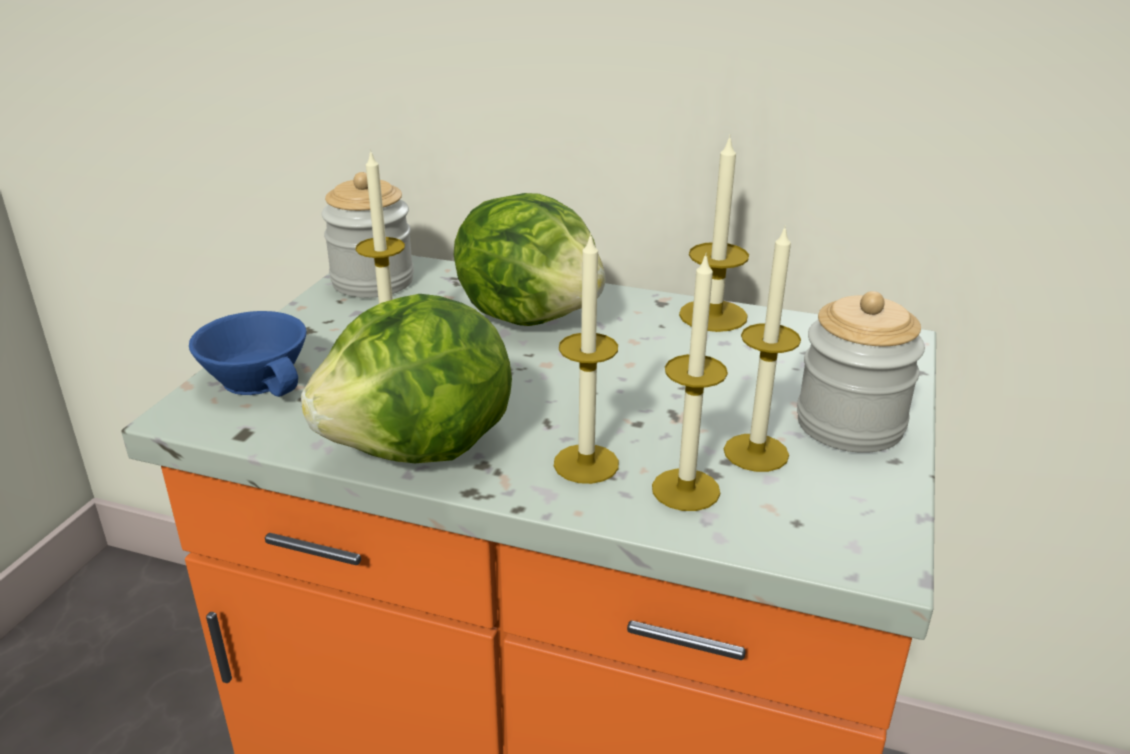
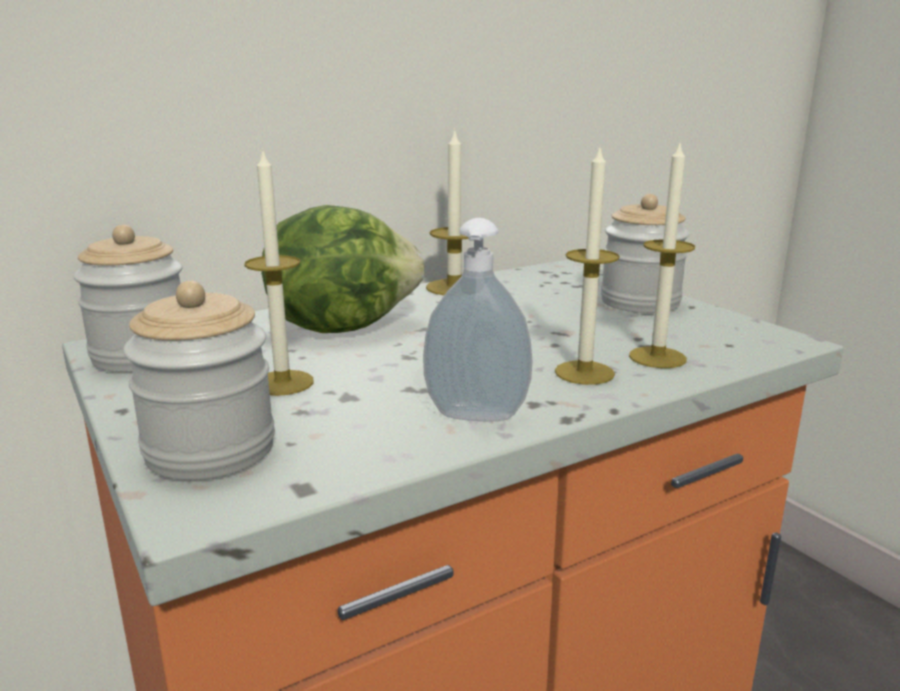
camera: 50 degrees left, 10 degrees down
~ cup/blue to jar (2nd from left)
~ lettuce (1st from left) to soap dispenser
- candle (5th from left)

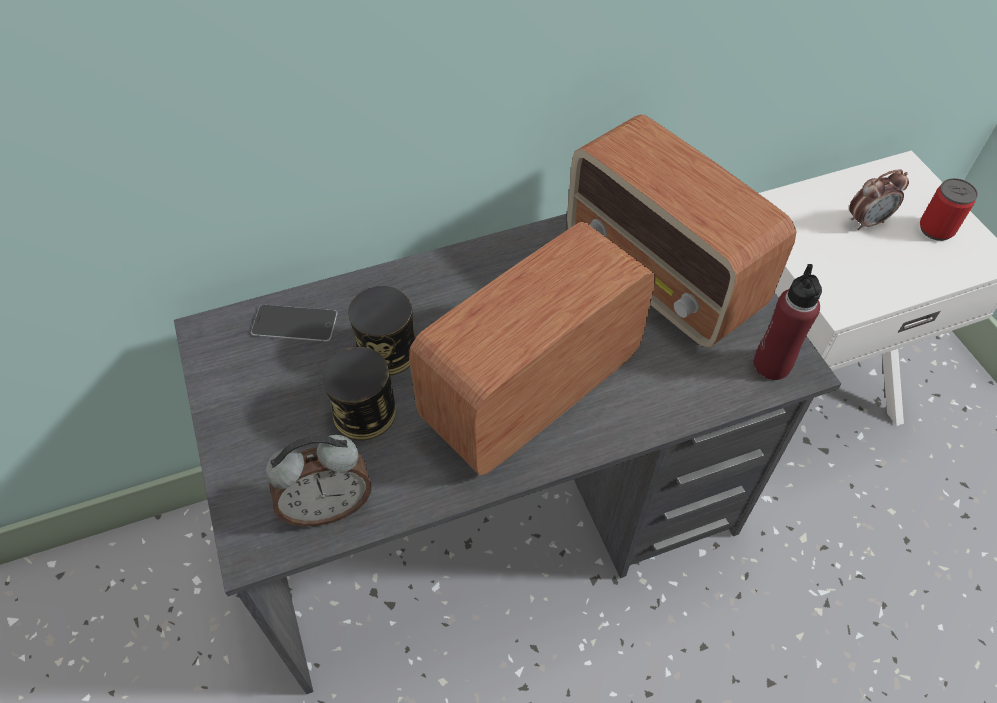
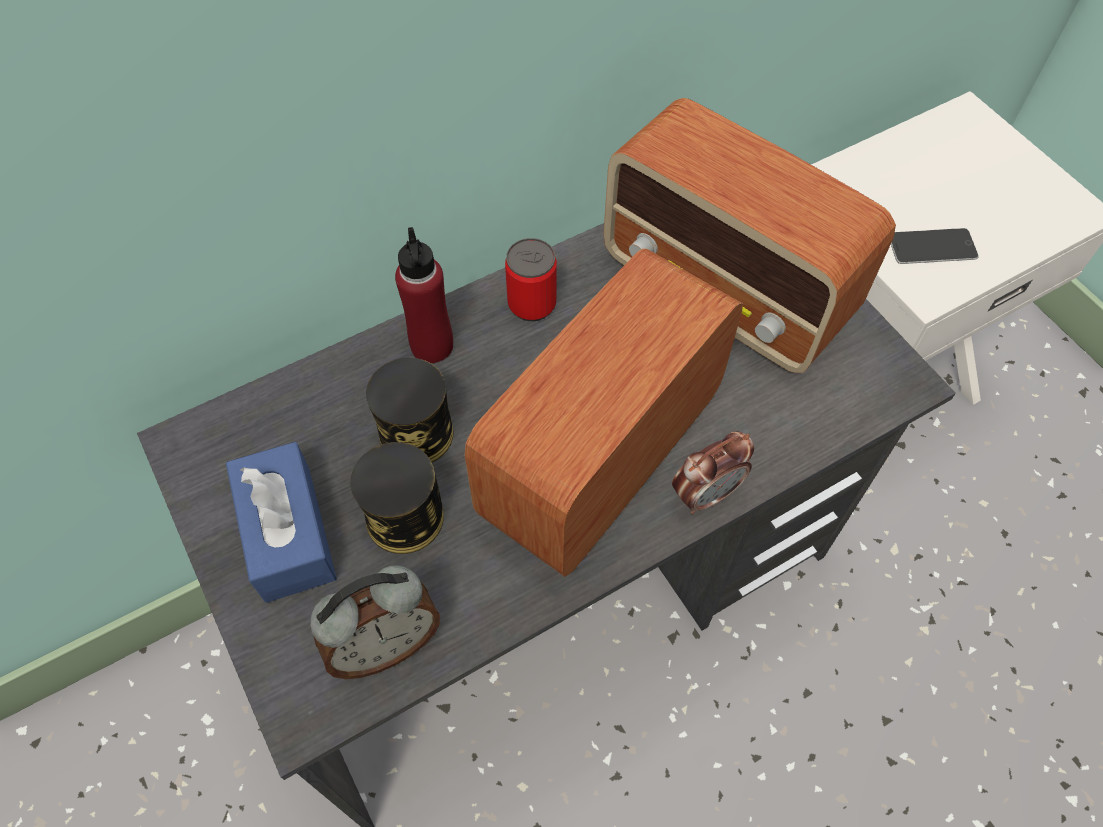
camera: 10 degrees left, 5 degrees up
+ tissue box/blue
~ bottle/red
~ can (3rd from left)
~ alarm clock (2nd from left)
~ phone

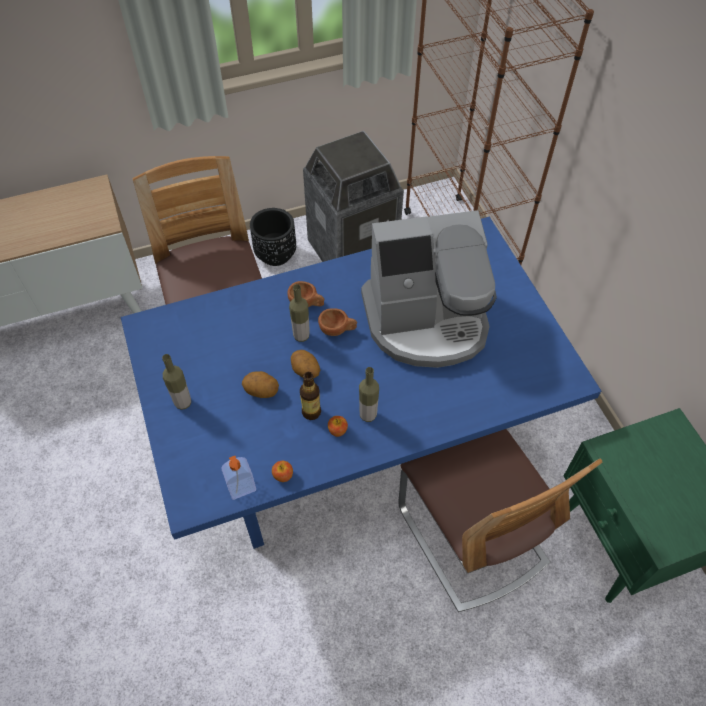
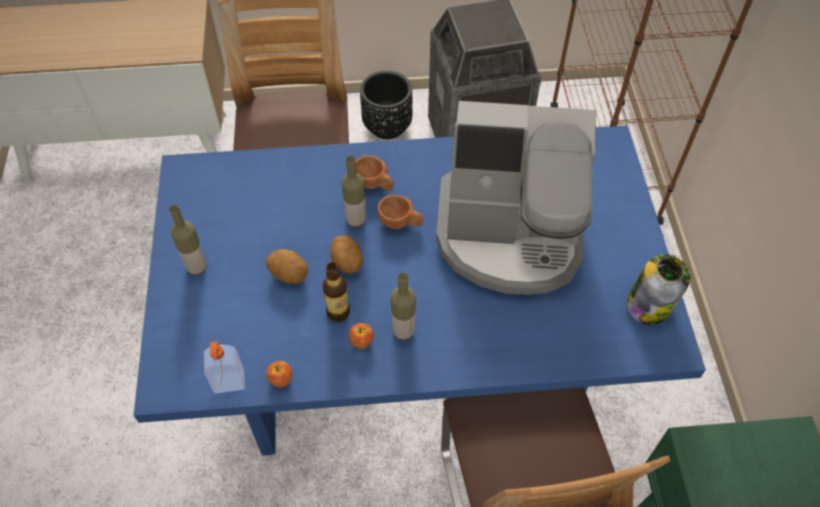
camera: 15 degrees right, 0 degrees up
+ jar

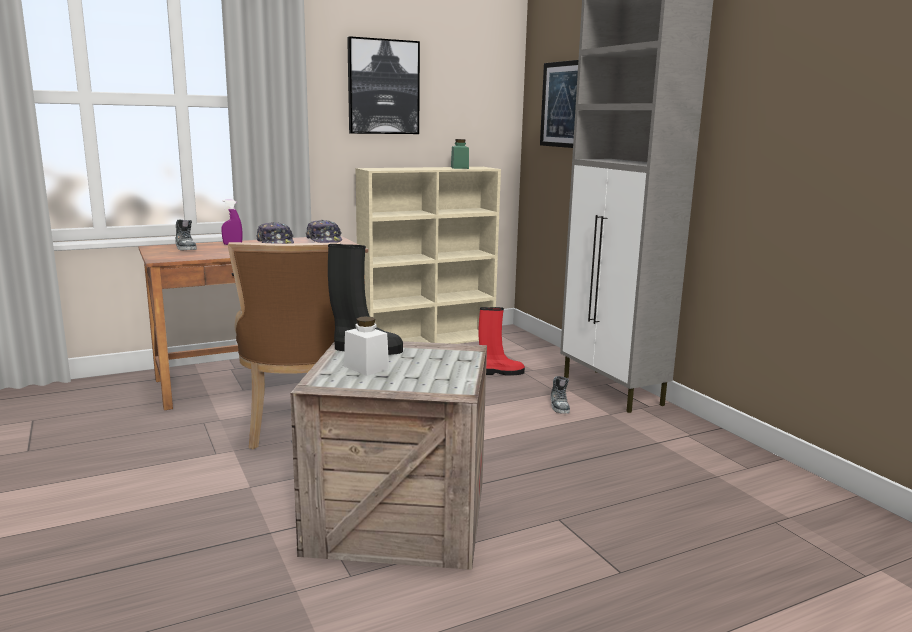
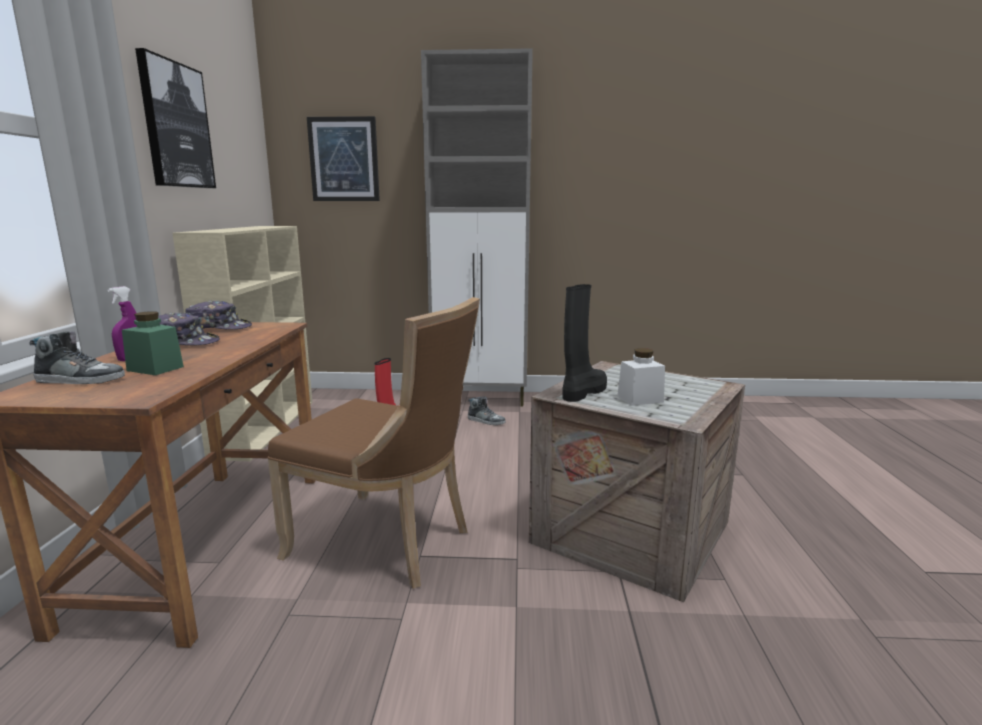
camera: 60 degrees left, 0 degrees up
~ jar/green

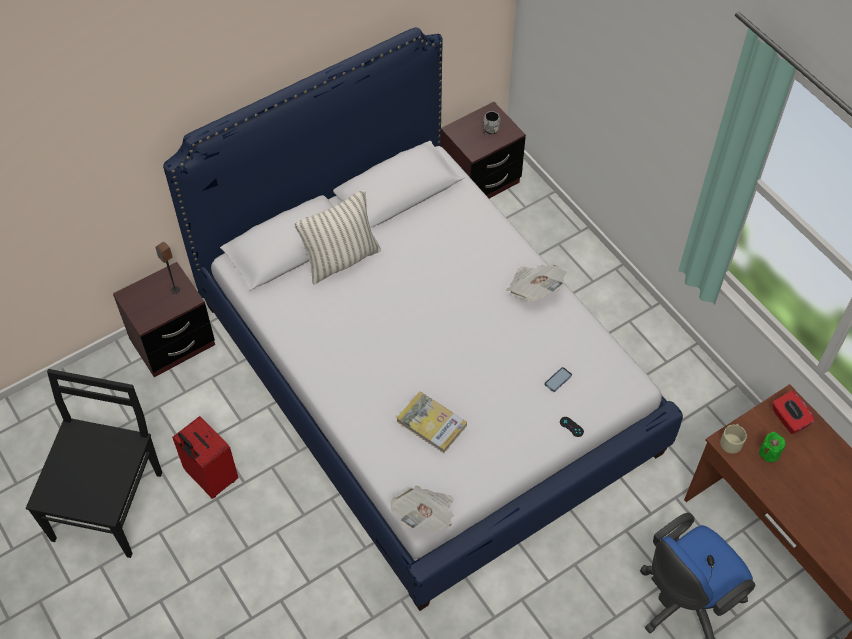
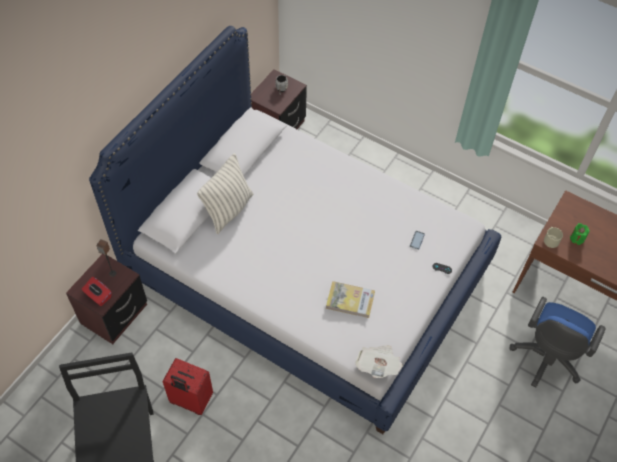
camera: 25 degrees left, 0 degrees up
~ tissue box/red
- newspaper (2nd from left)

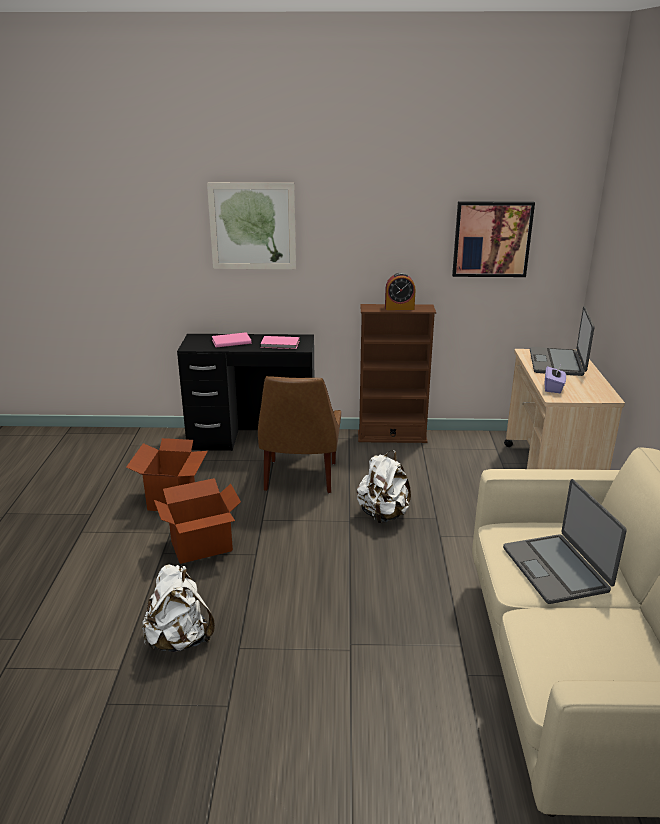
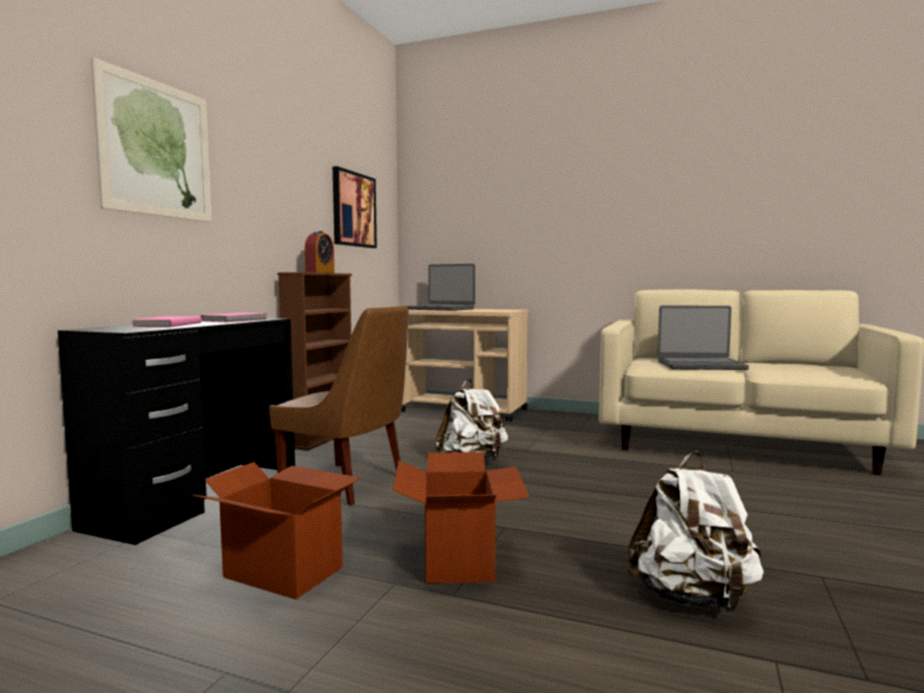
camera: 70 degrees left, 20 degrees down
- tissue box/purple

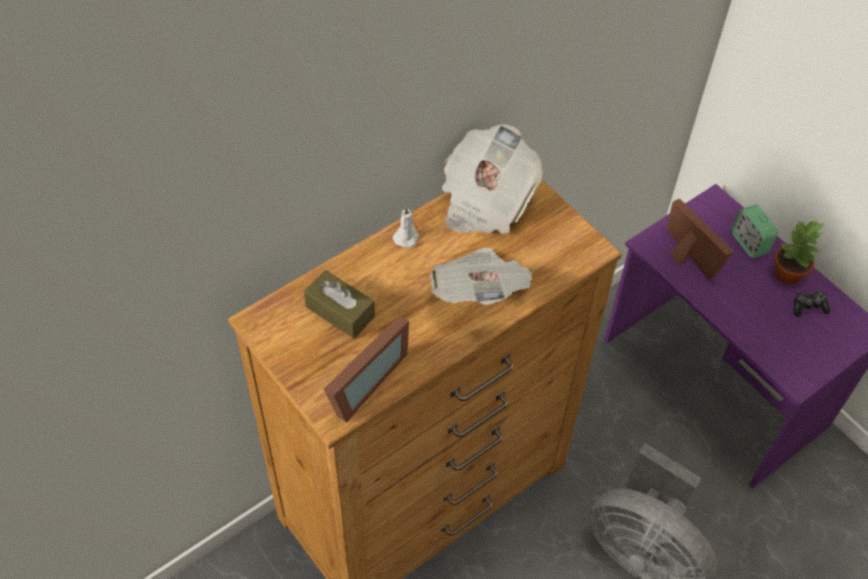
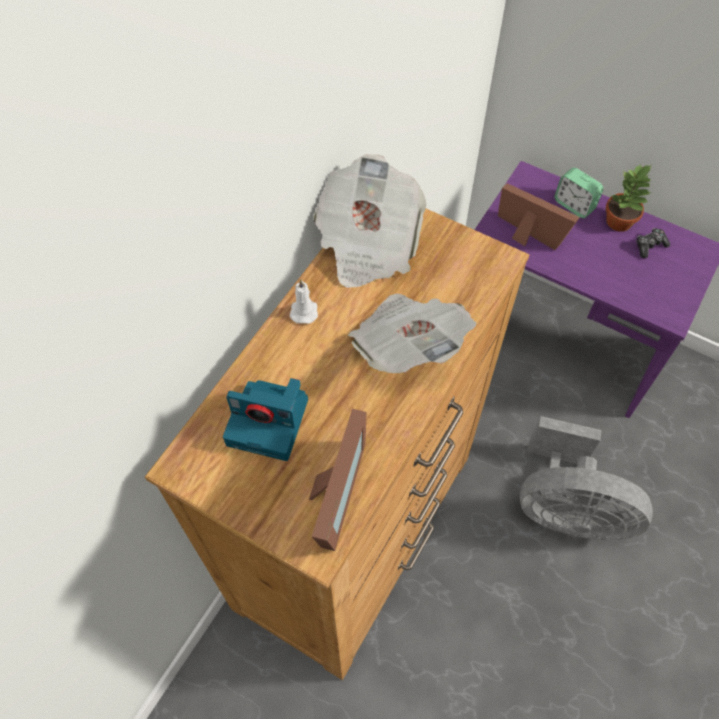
camera: 20 degrees left, 5 degrees up
~ tissue box/brown to photo camera

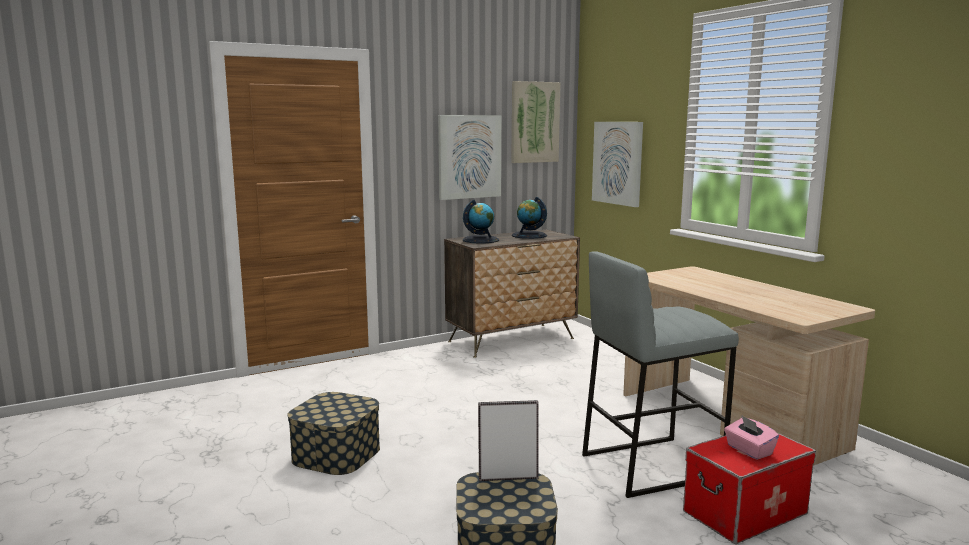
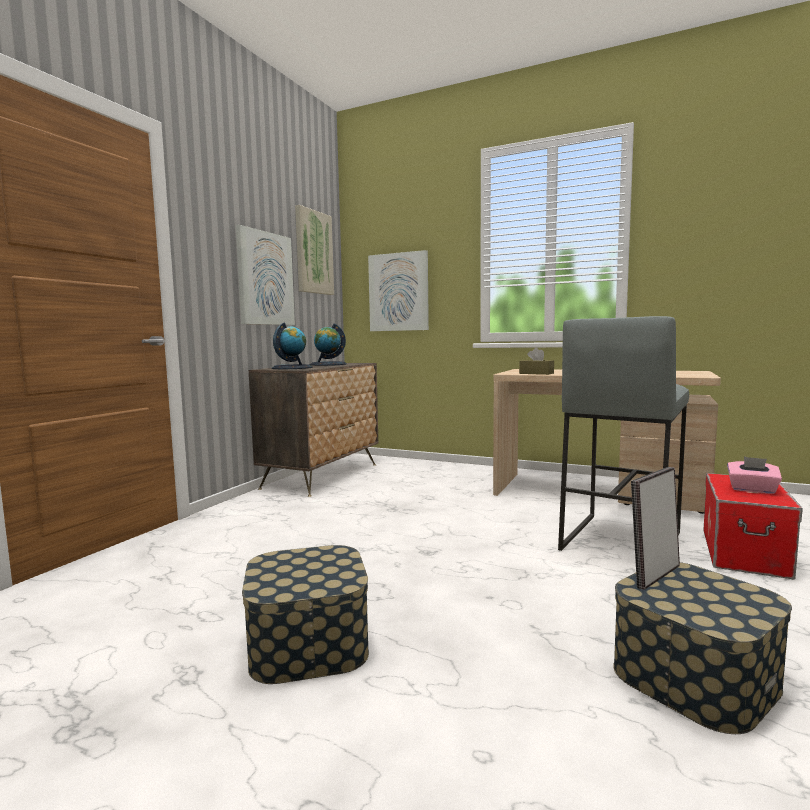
camera: 35 degrees left, 5 degrees down
+ tissue box/brown

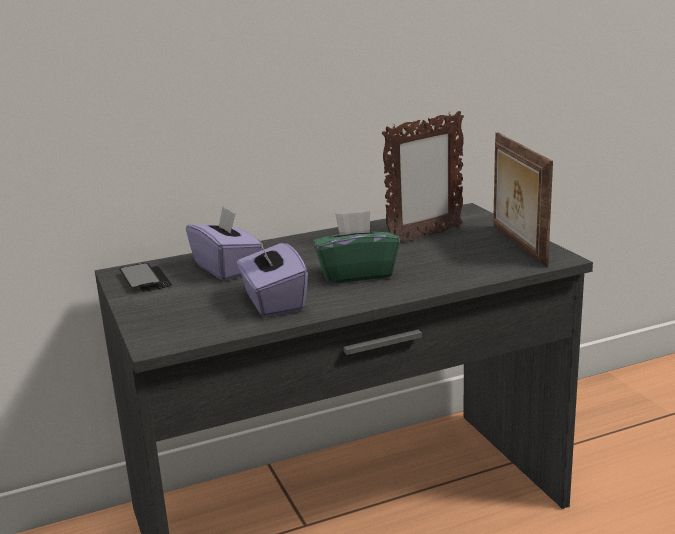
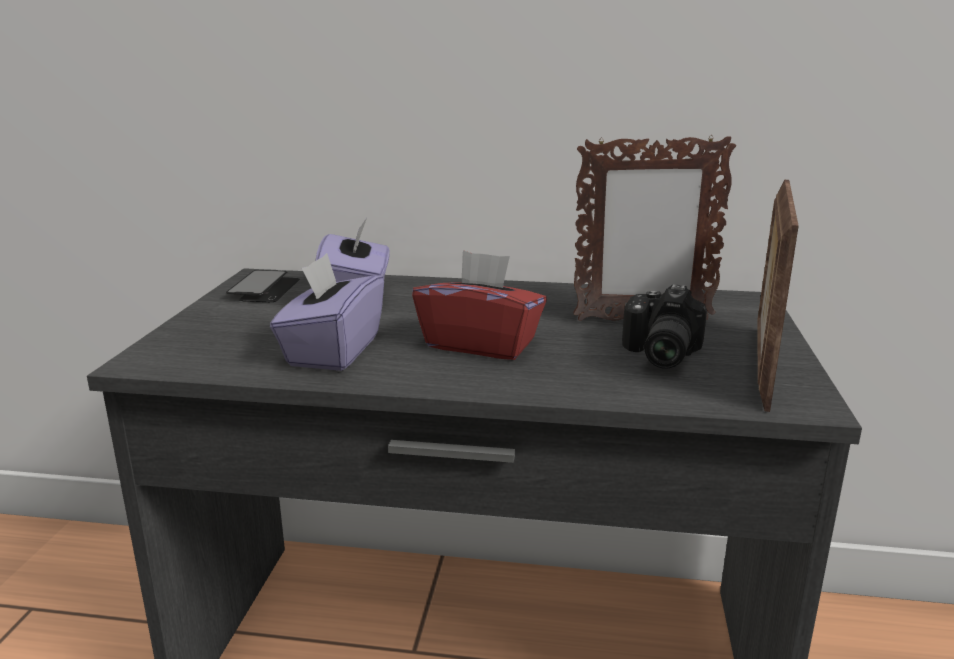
camera: 30 degrees right, 0 degrees up
~ tissue box/green to tissue box/red
+ photo camera

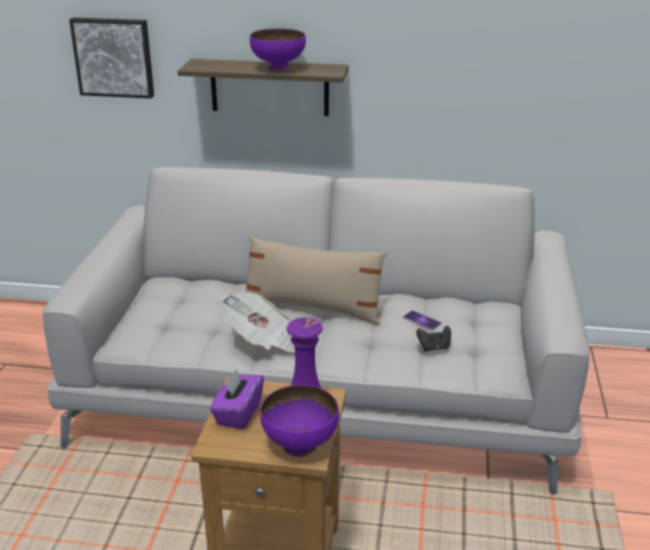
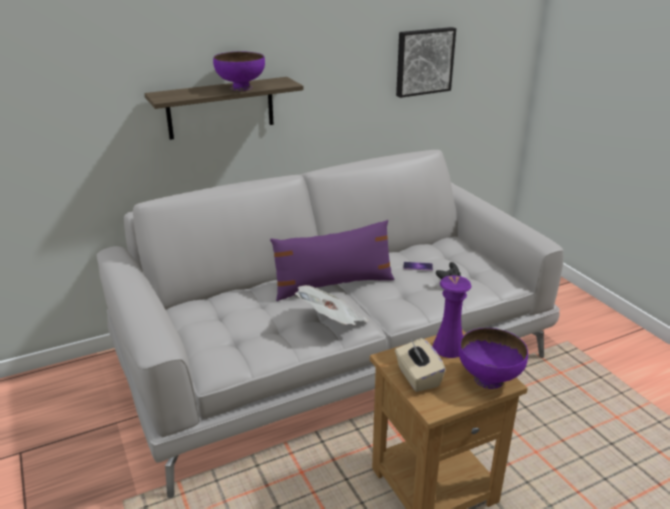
camera: 35 degrees left, 0 degrees up
~ pillow/beige to pillow/purple
~ tissue box/purple to tissue box/beige
~ picture

